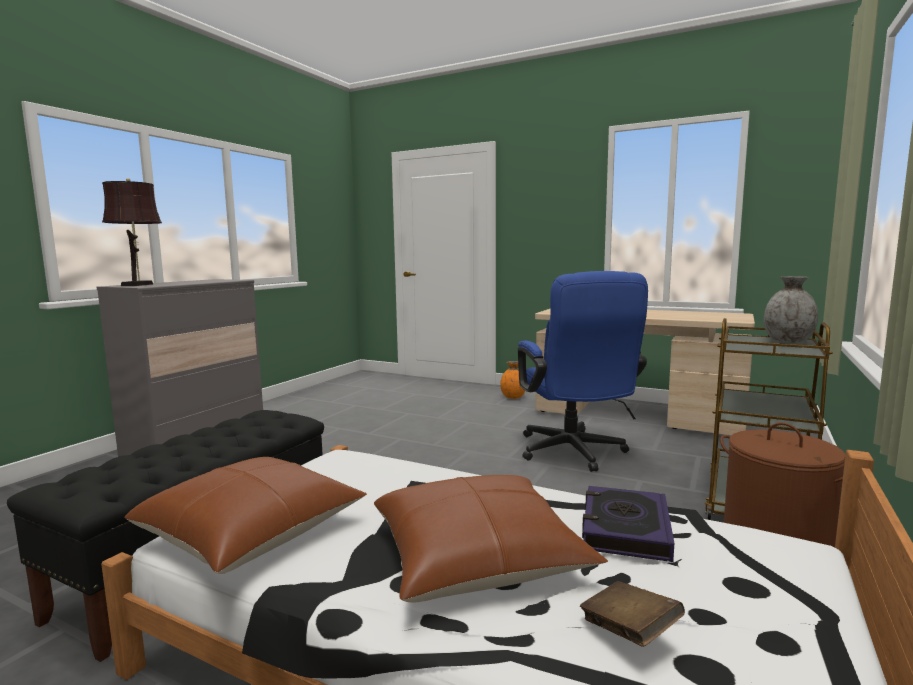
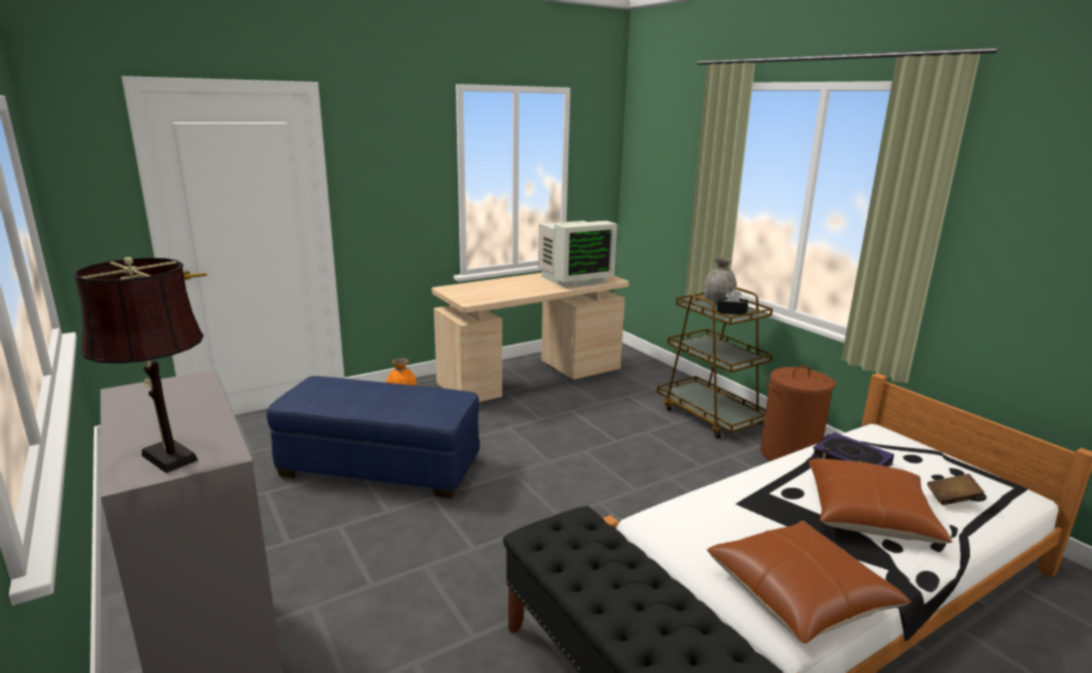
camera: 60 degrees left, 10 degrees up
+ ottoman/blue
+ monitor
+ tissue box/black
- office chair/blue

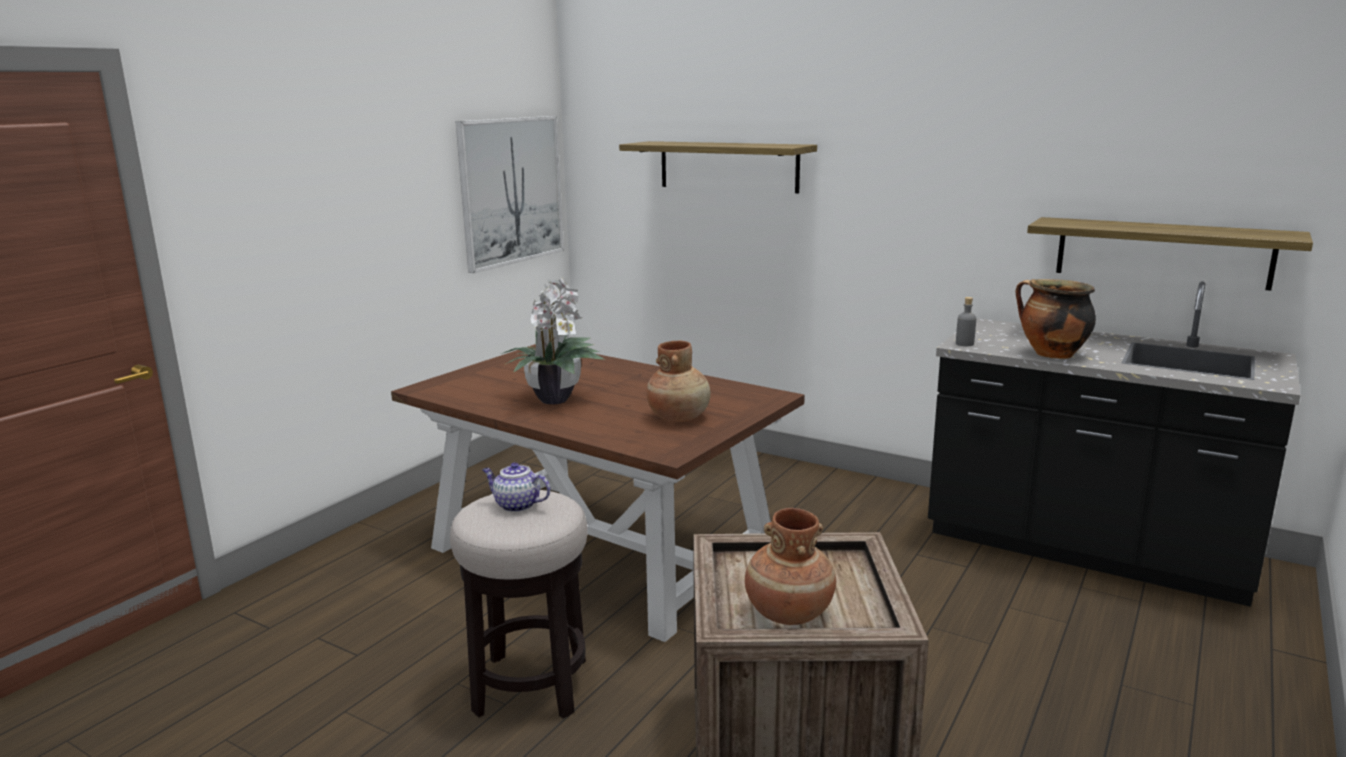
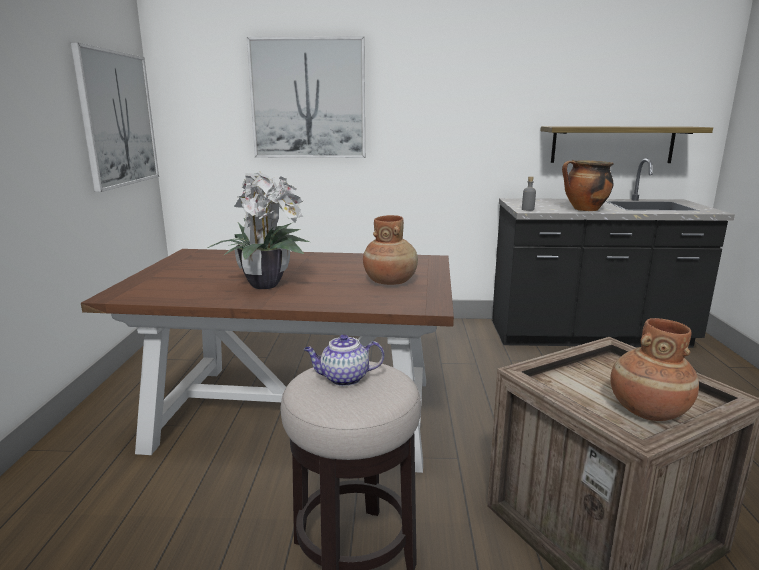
camera: 30 degrees left, 0 degrees up
~ shelf (1st from left) to picture (2nd from left)

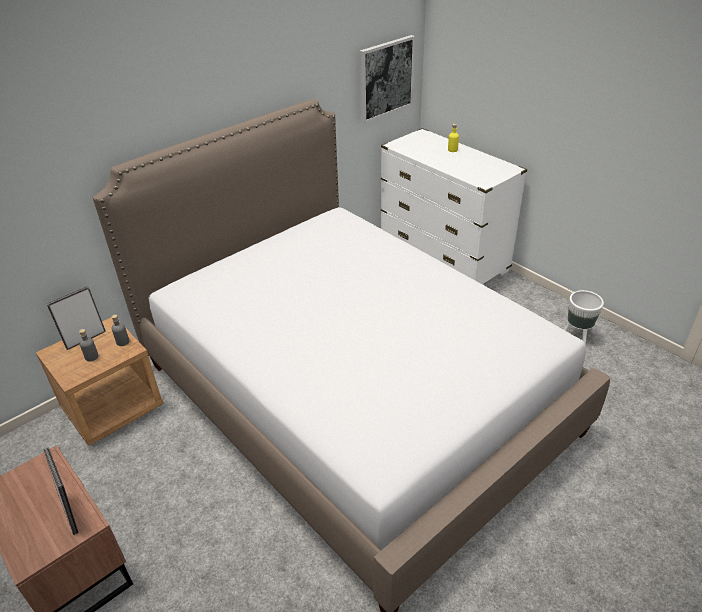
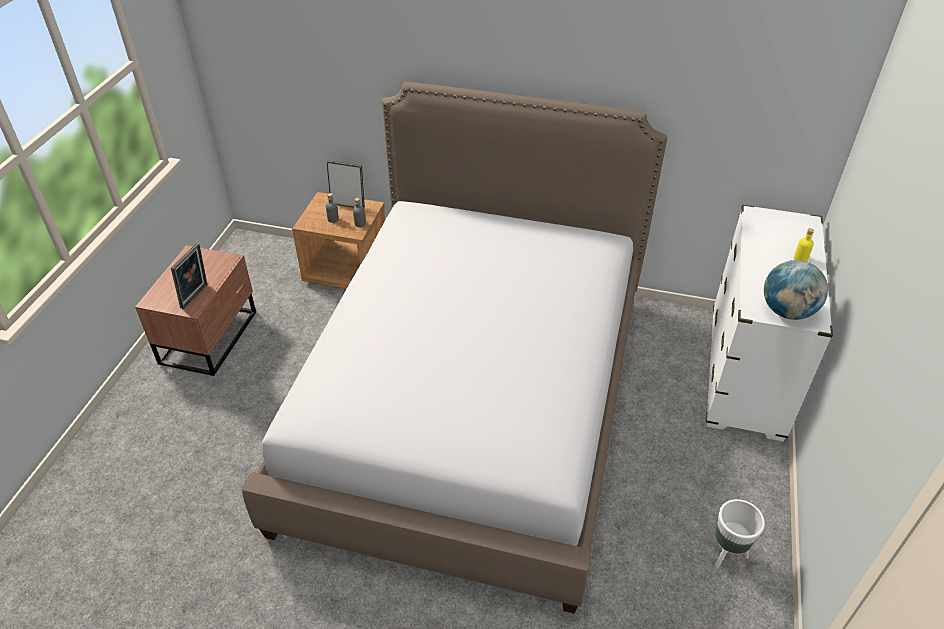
camera: 55 degrees right, 5 degrees up
+ globe
- picture

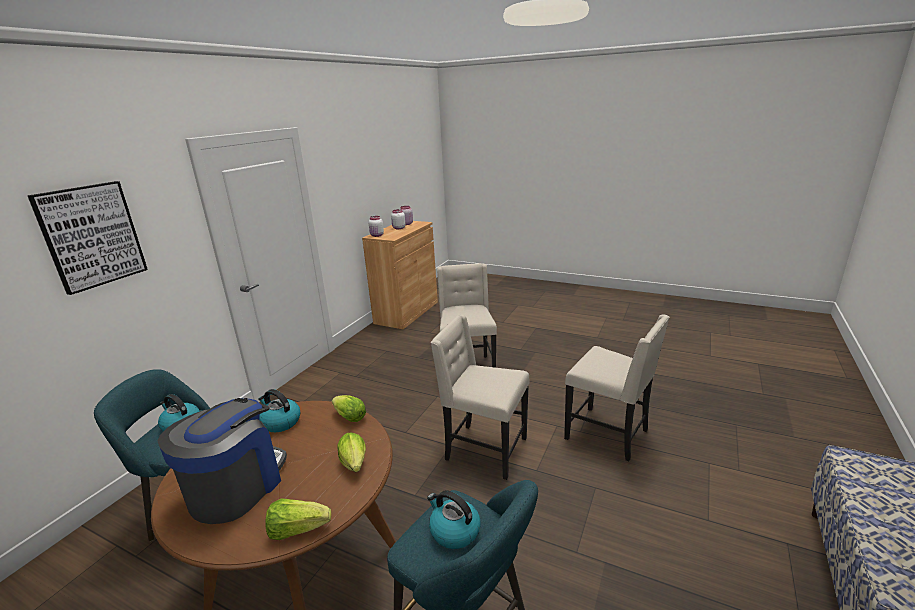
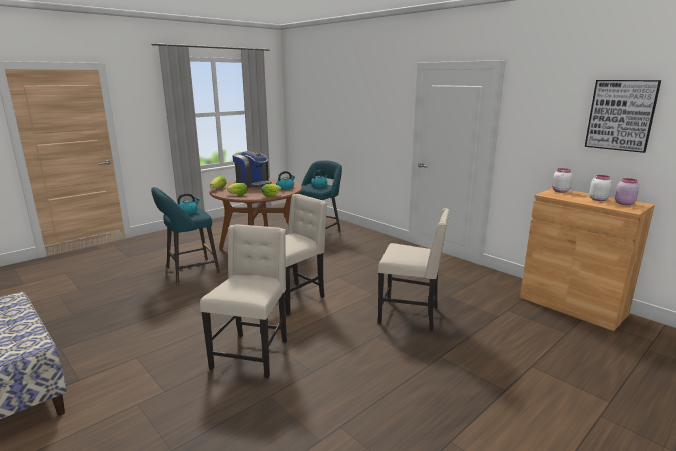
camera: 110 degrees right, 5 degrees down
~ chair/beige (3rd from left in the first image) 135 degrees clockwise
~ picture

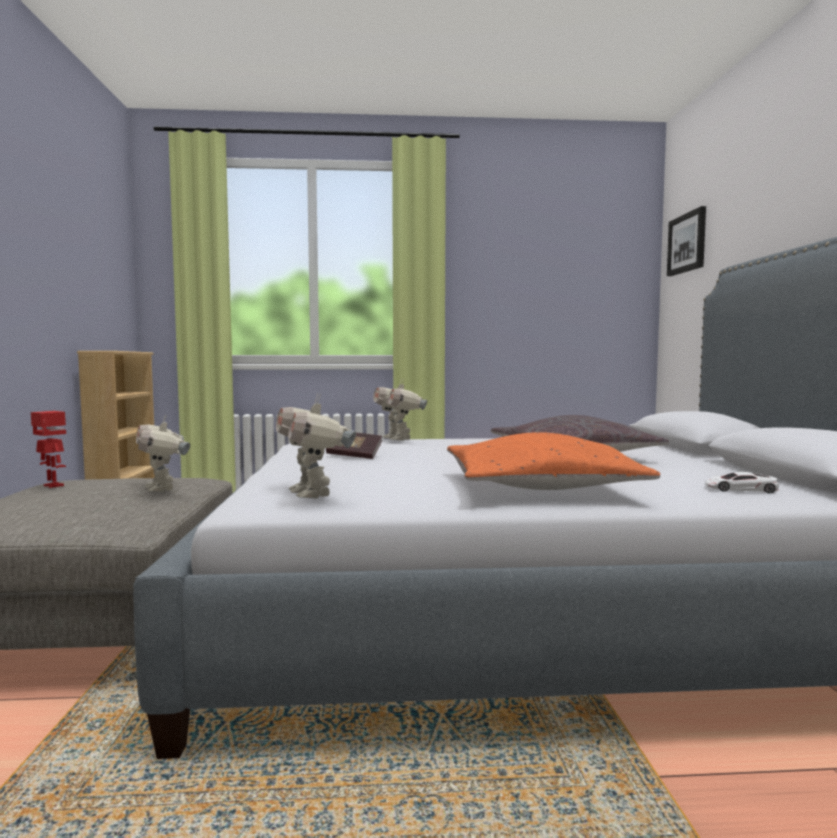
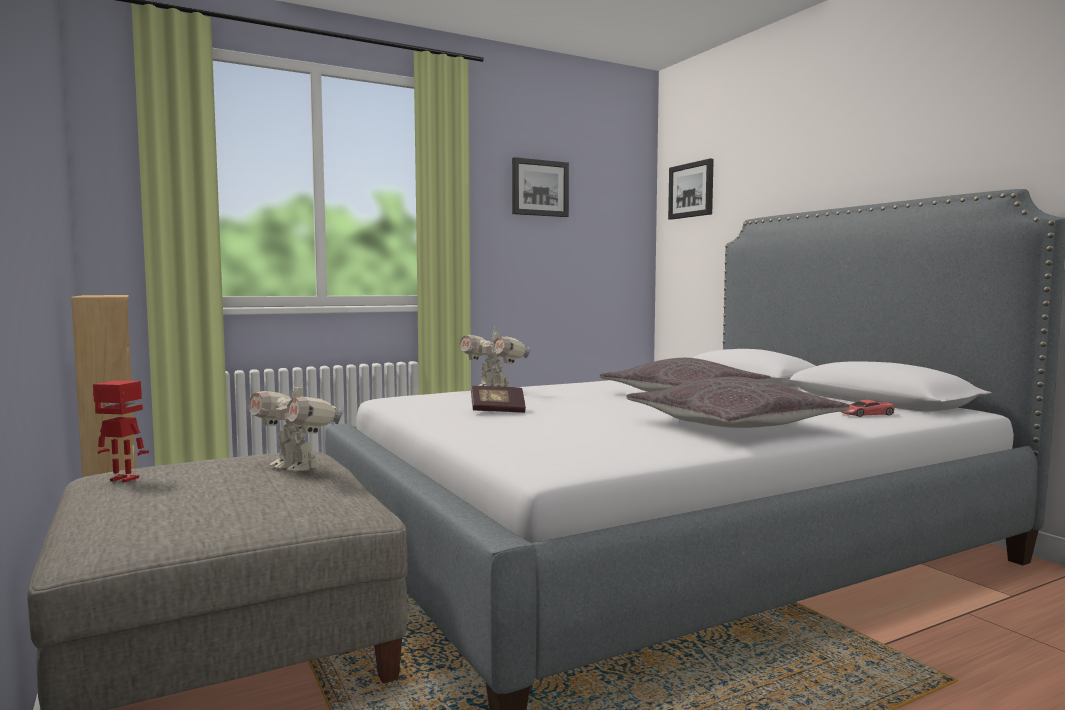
camera: 25 degrees left, 0 degrees up
+ picture (1st from left)
~ pillow/orange to pillow/grey (2nd from left)
~ toy car/white to toy car/red
- toy robot (3rd from left)

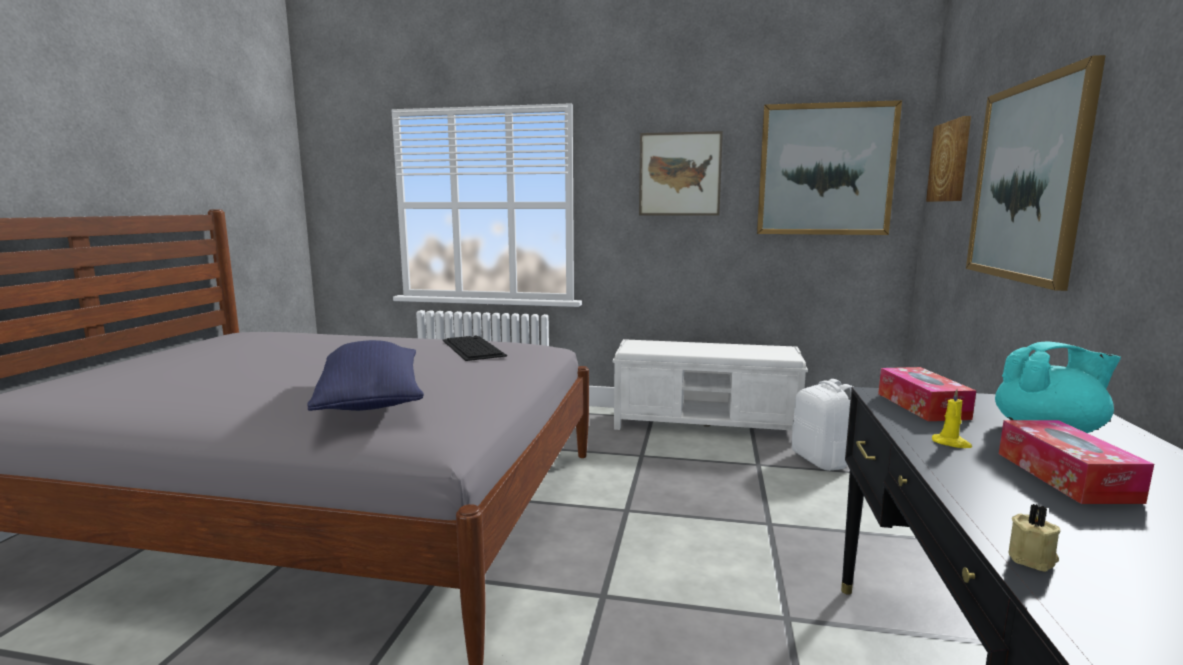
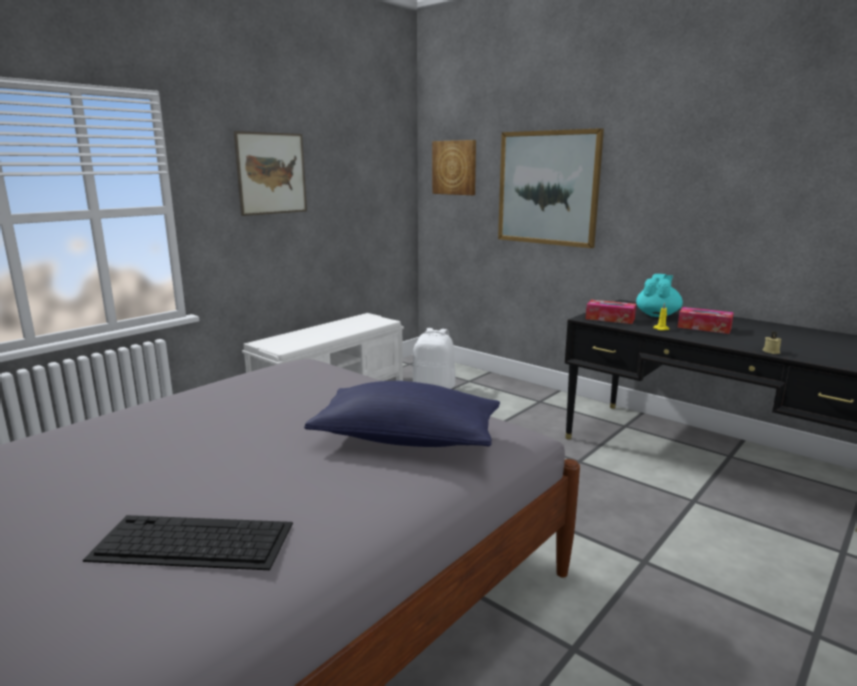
camera: 60 degrees left, 5 degrees up
~ keyboard
- picture (2nd from left)

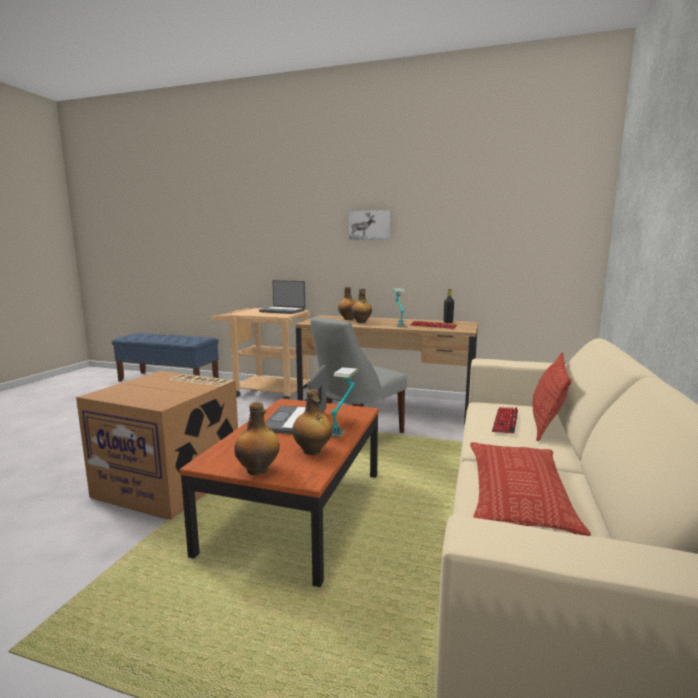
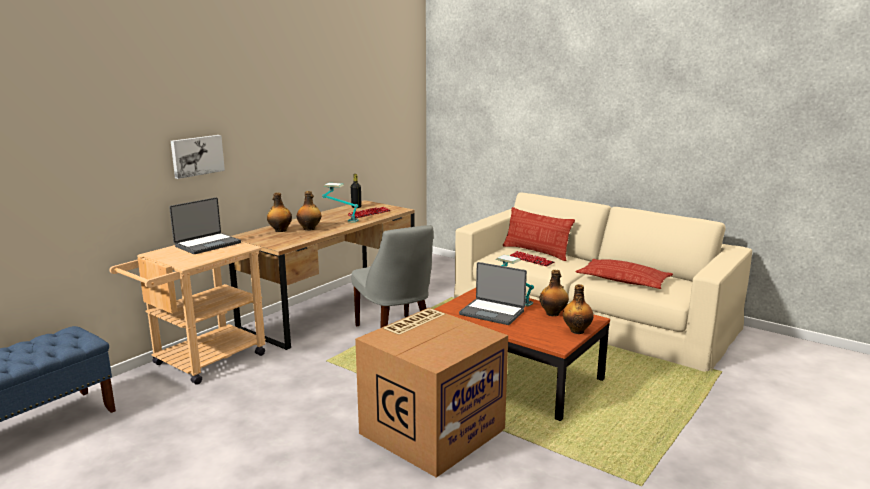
camera: 70 degrees left, 5 degrees up
~ picture

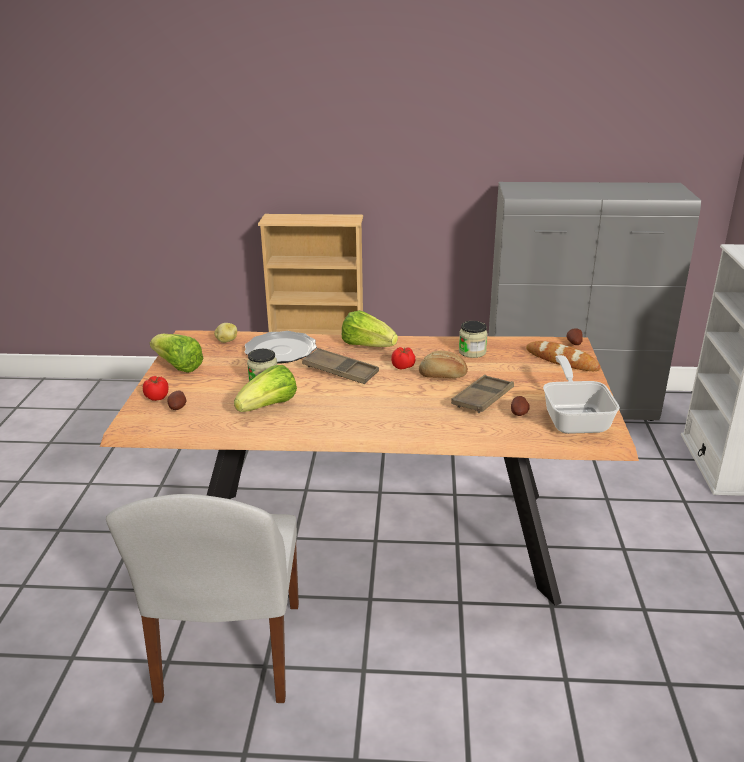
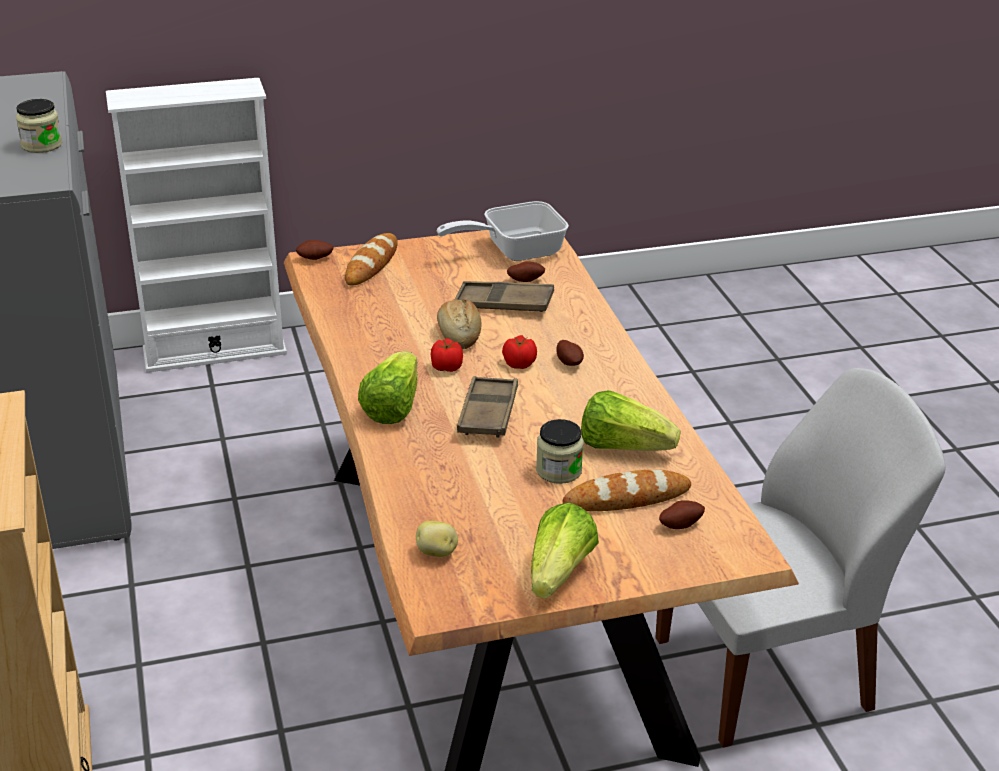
camera: 110 degrees left, 5 degrees up
~ jar (2nd from left in the first image) to jar (1st from left)
~ tomato (1st from left in the first image) to tomato (2nd from left)
+ potato (4th from left)
+ bread (3rd from left)
- plate

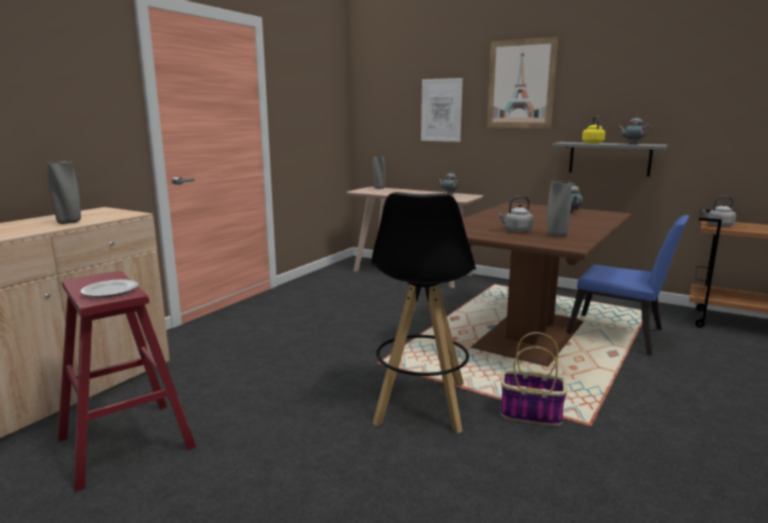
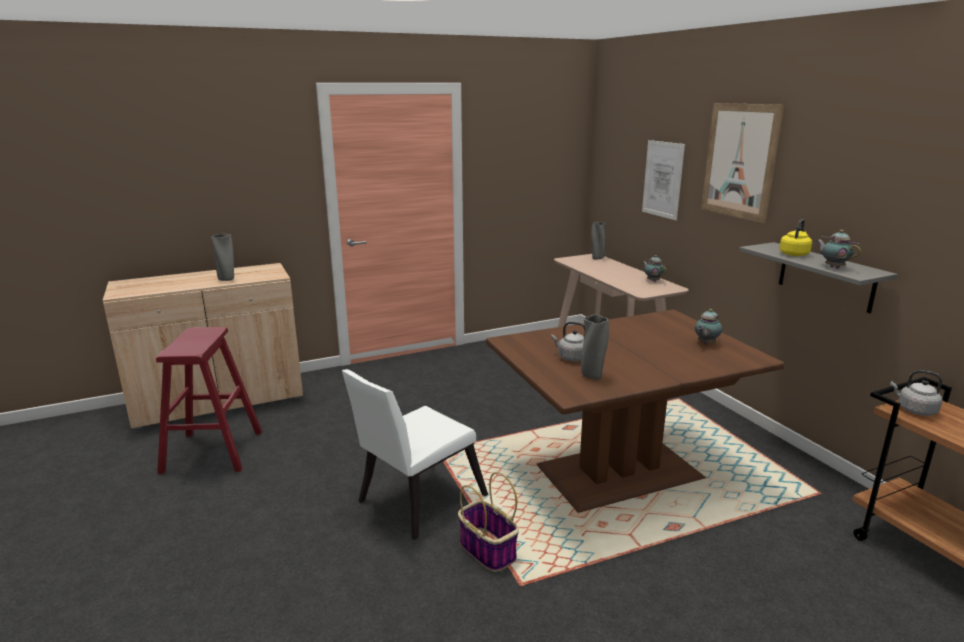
camera: 35 degrees right, 5 degrees up
~ stool/black to chair/white
- plate
- chair/blue

